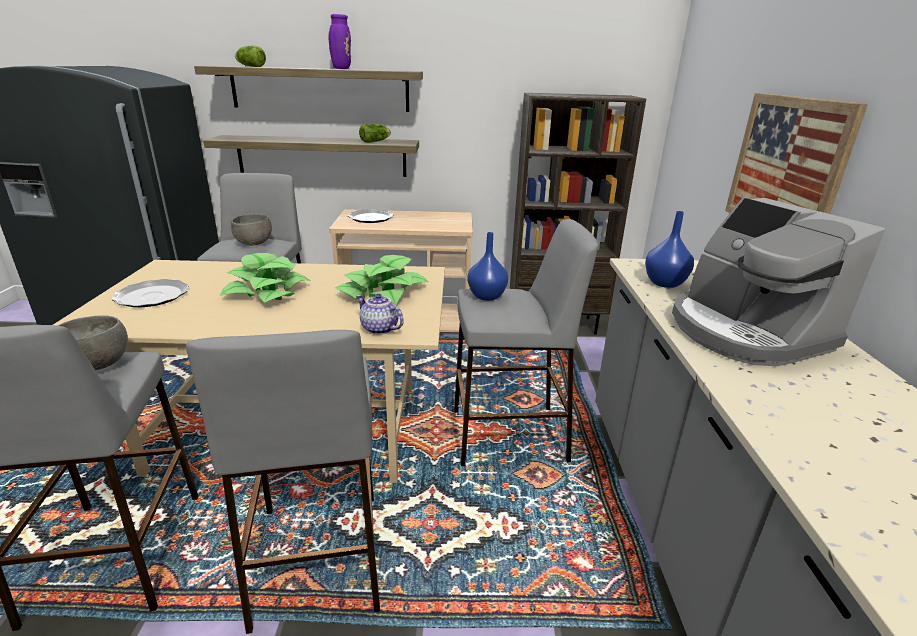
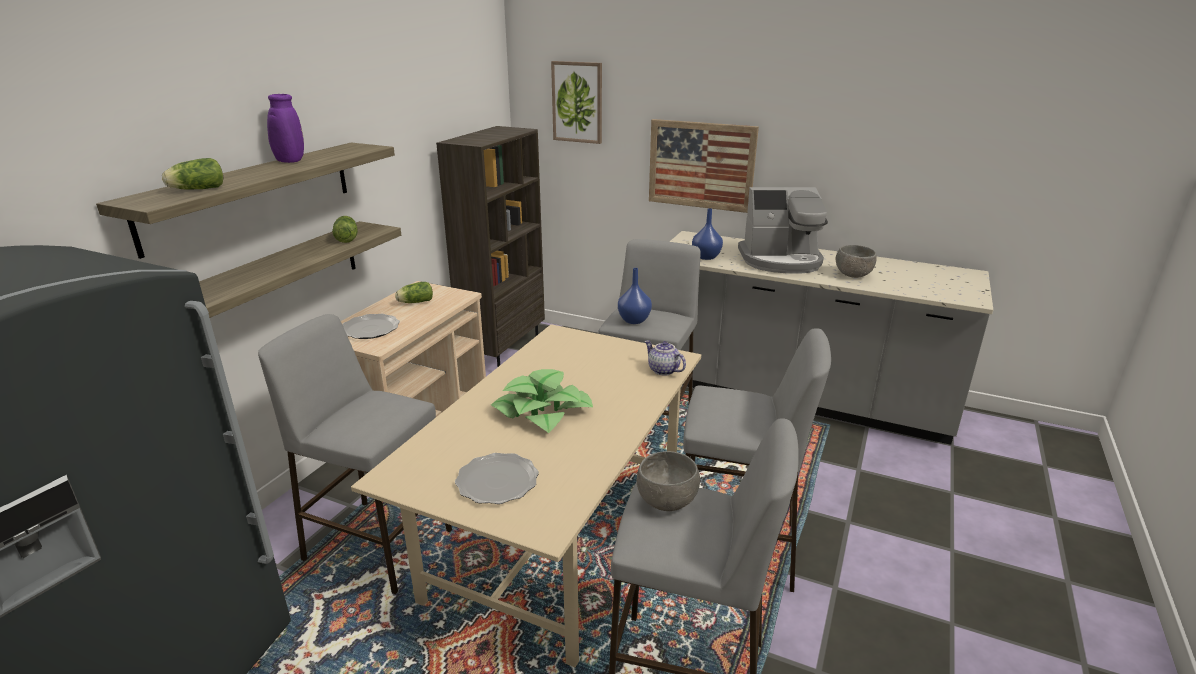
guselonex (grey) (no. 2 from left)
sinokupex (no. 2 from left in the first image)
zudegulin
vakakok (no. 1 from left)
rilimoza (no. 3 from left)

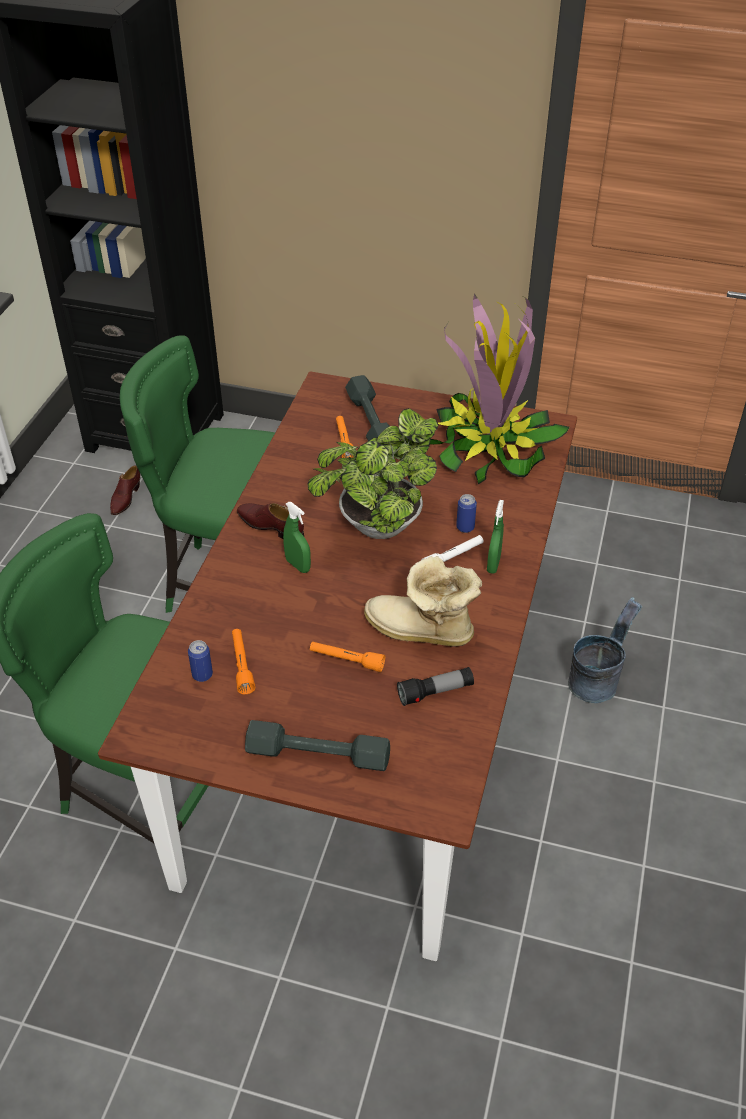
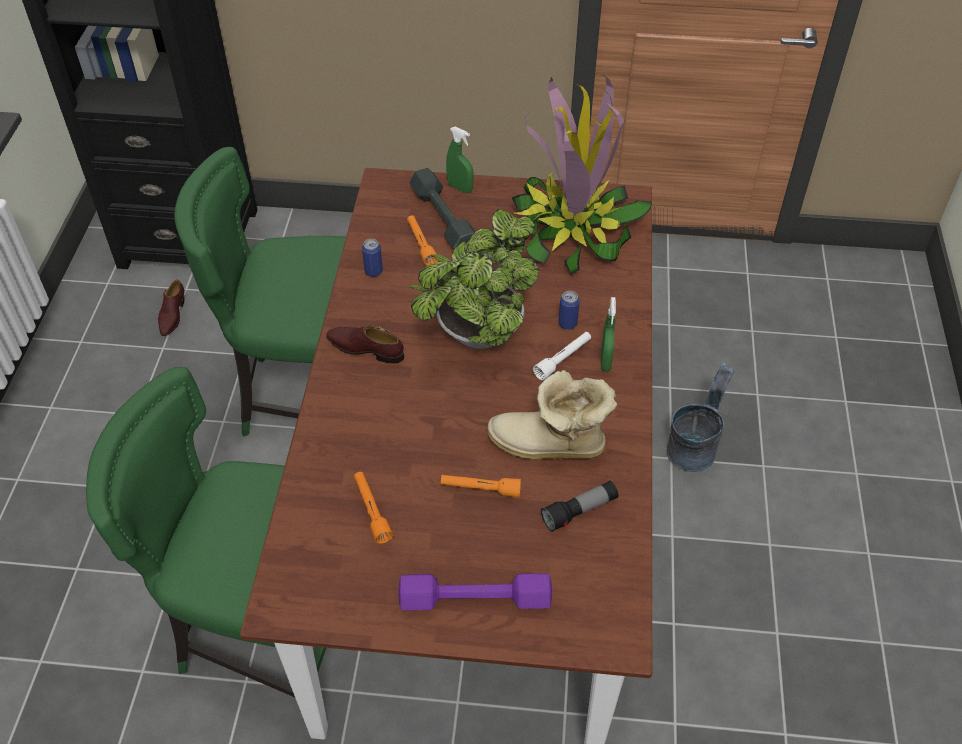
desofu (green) (no. 1 from left)
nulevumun (no. 1 from left)
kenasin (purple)

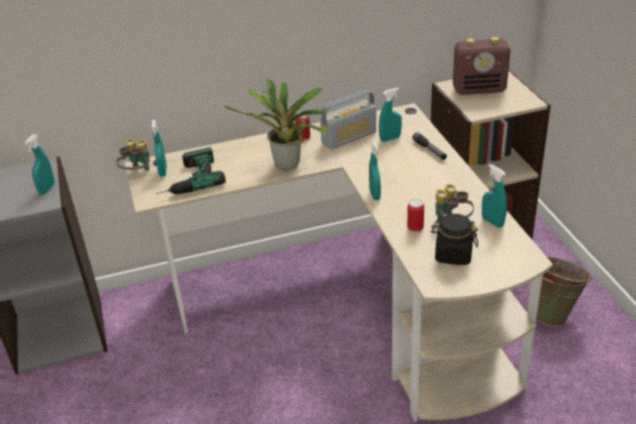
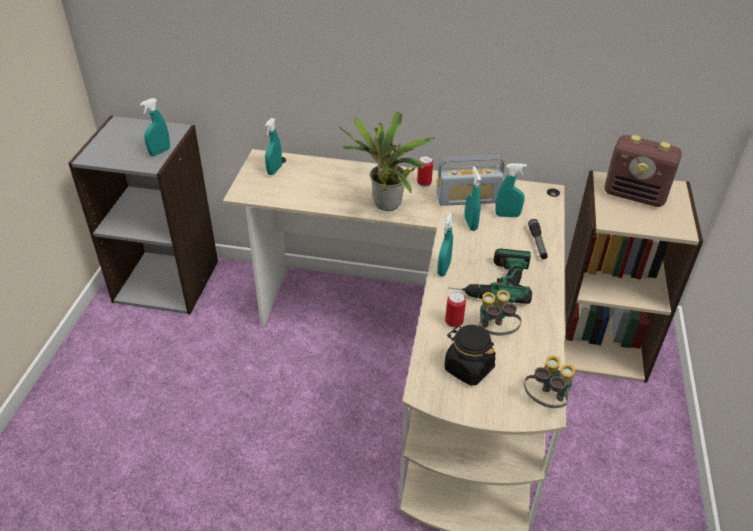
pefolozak (no. 2 from left)
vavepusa
desofu (turquoise) (no. 4 from left)
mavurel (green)

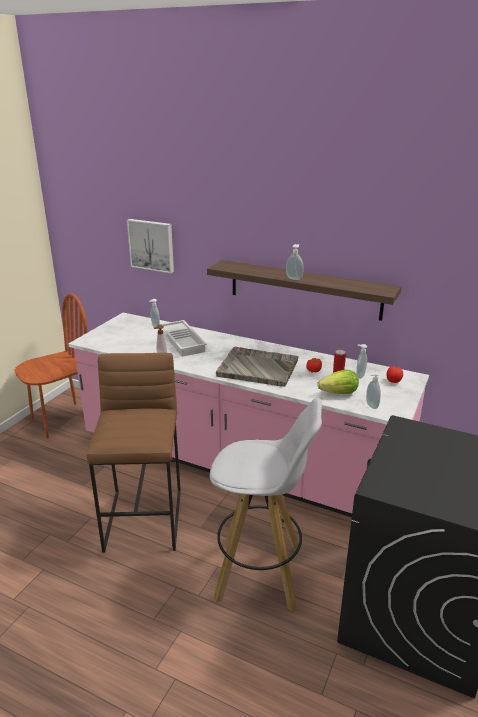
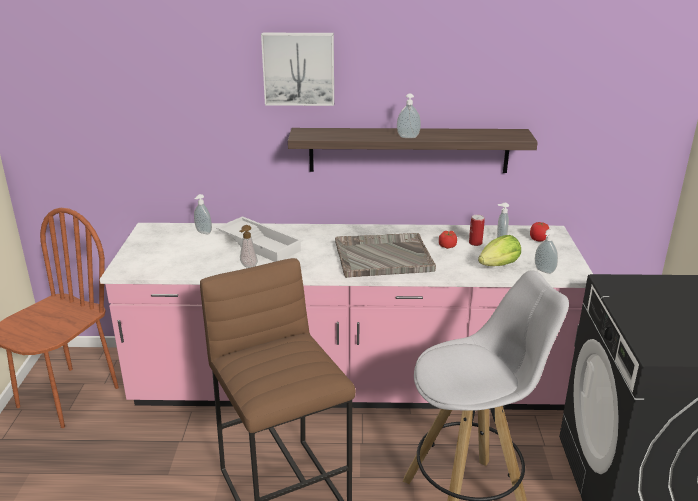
vakakok

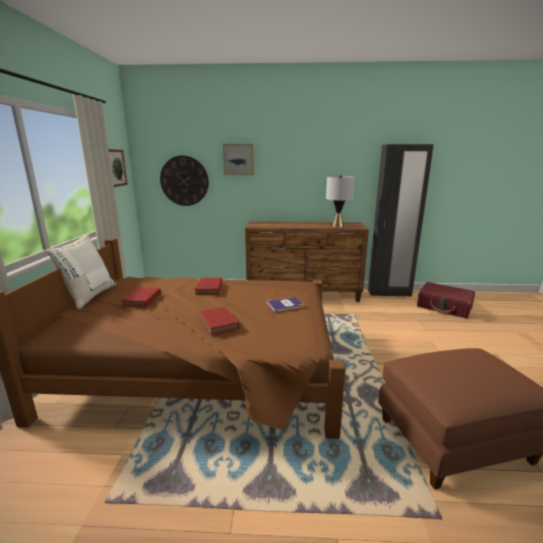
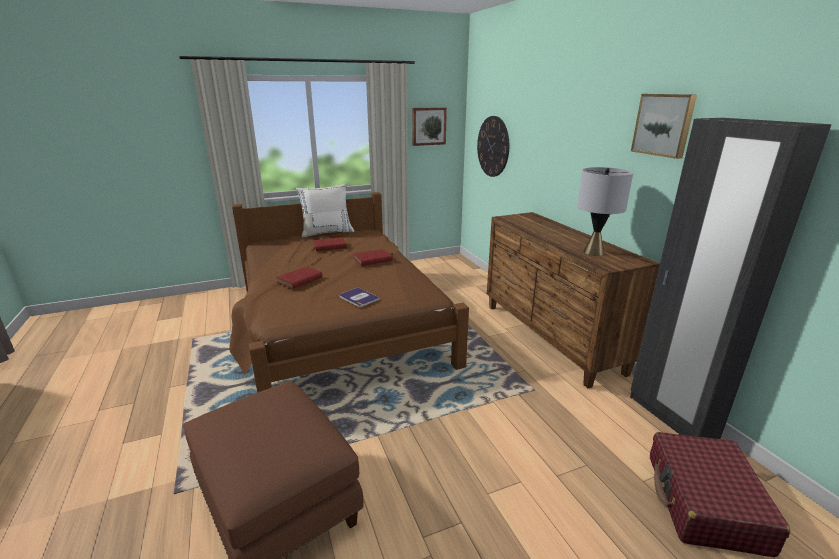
vakakok (no. 2 from left)

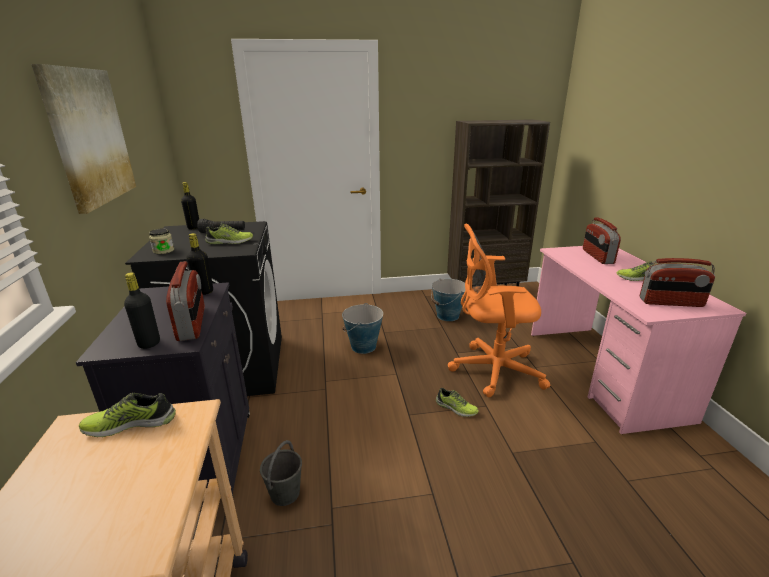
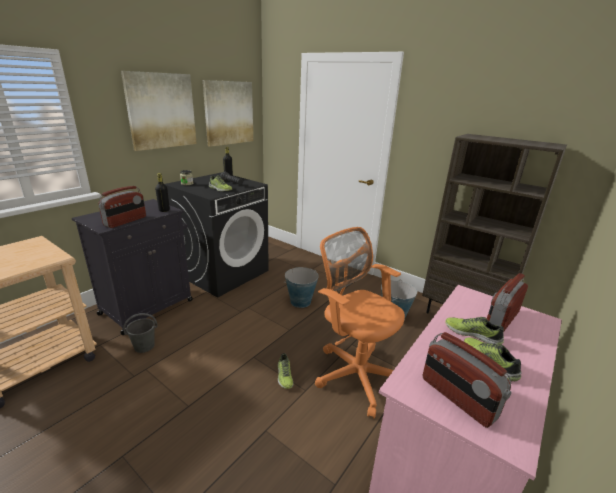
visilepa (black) (no. 1 from left in the first image)
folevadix (no. 3 from left)
vakakok (no. 2 from left)

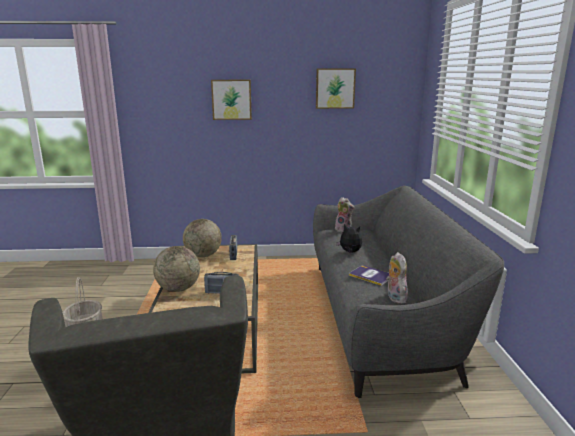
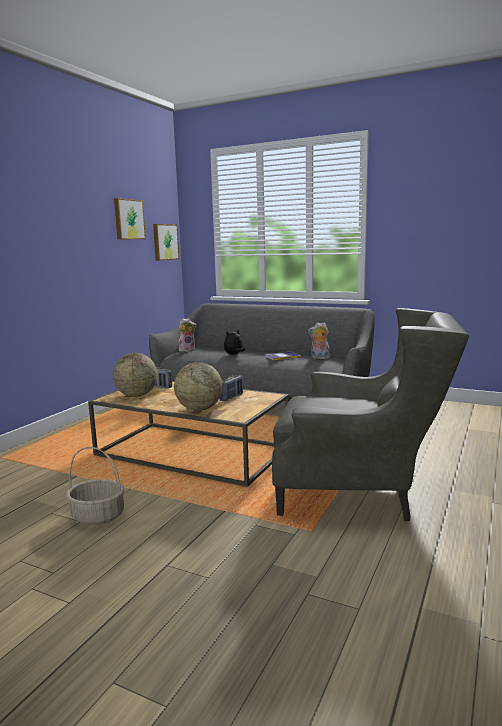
vakakok (no. 2 from left)

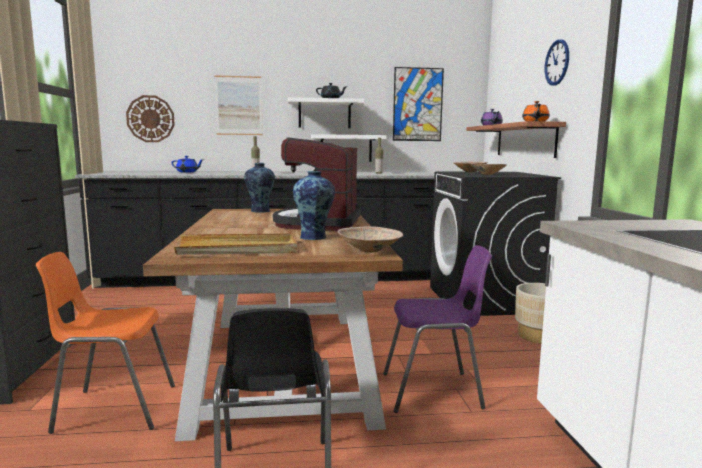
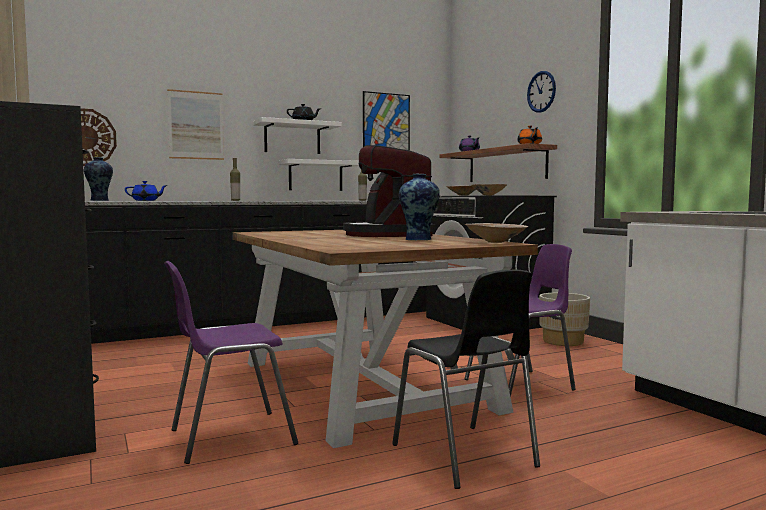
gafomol (no. 1 from left)
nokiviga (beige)
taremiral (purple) (no. 1 from left)

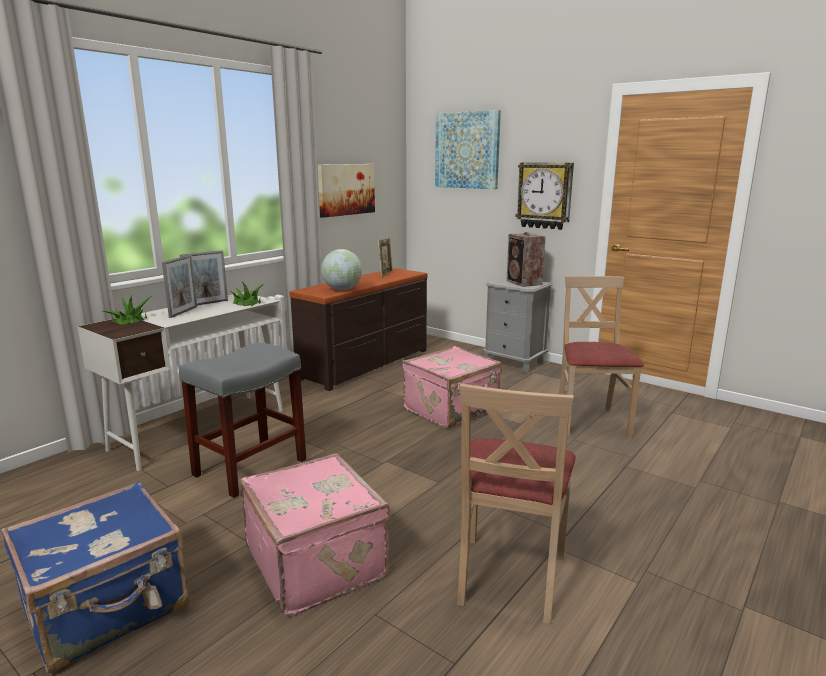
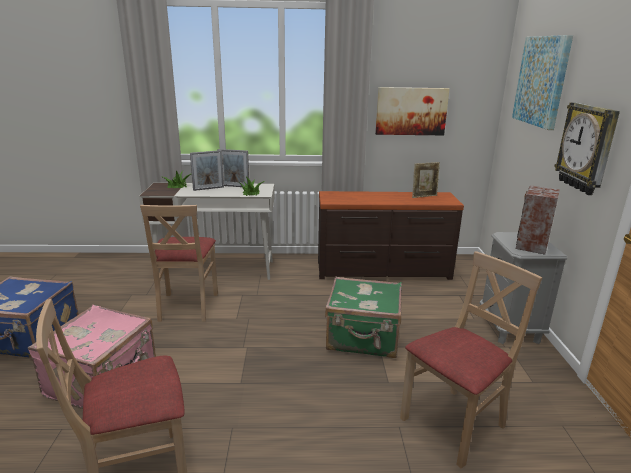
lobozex
taremiral (beige) (no. 2 from left)
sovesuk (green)

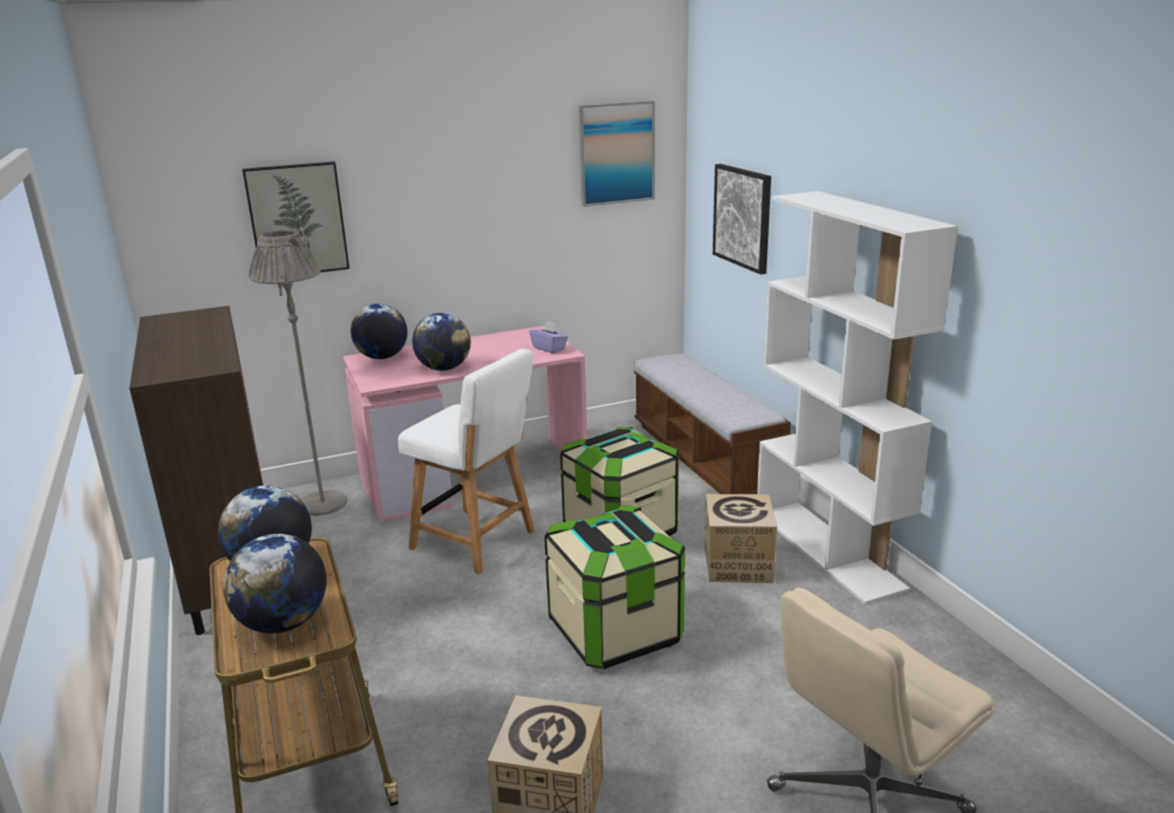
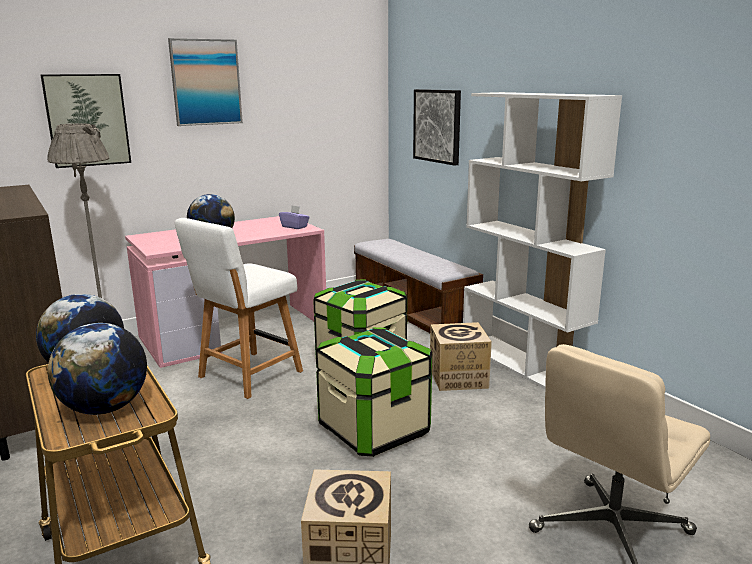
vakakok (no. 2 from left)
lobozex (no. 3 from left in the first image)
taremiral (white)

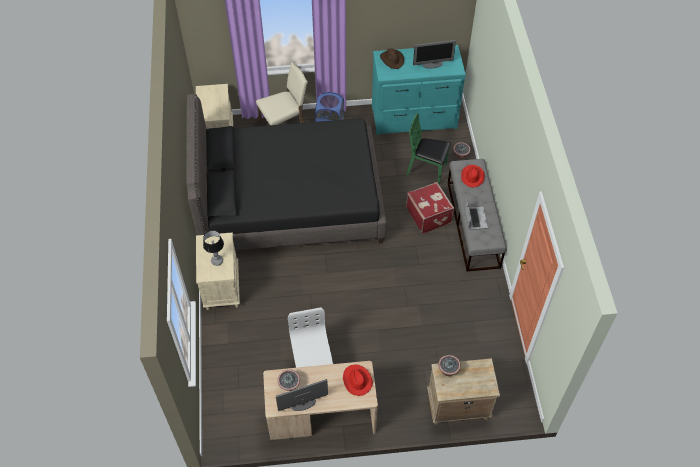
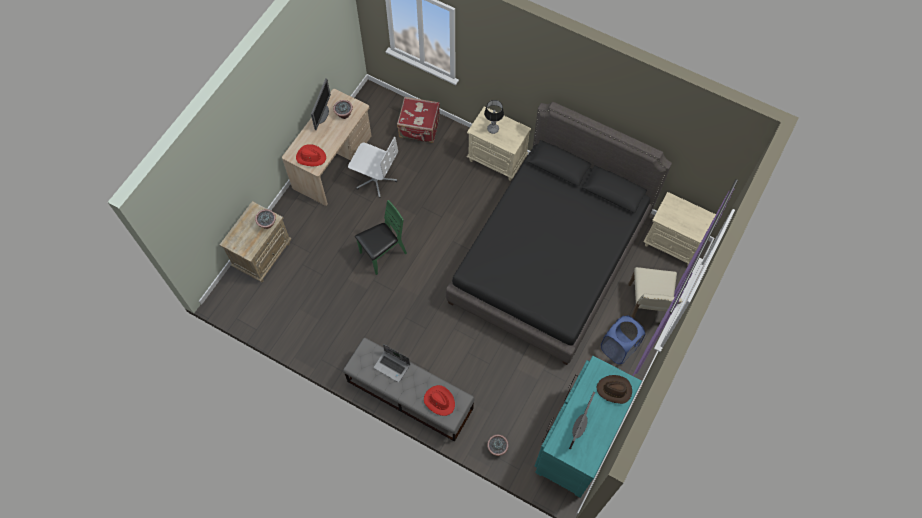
taremiral (green)
sovesuk (red)

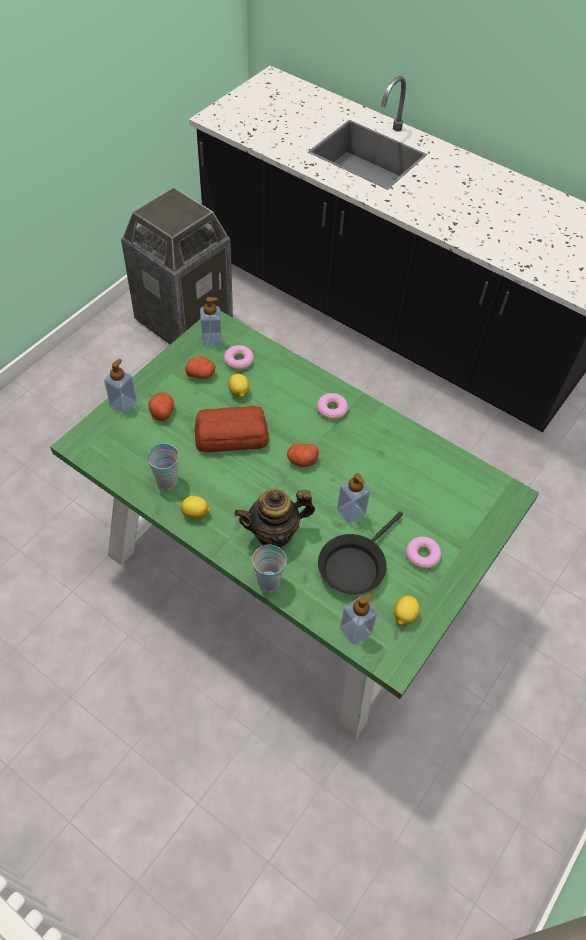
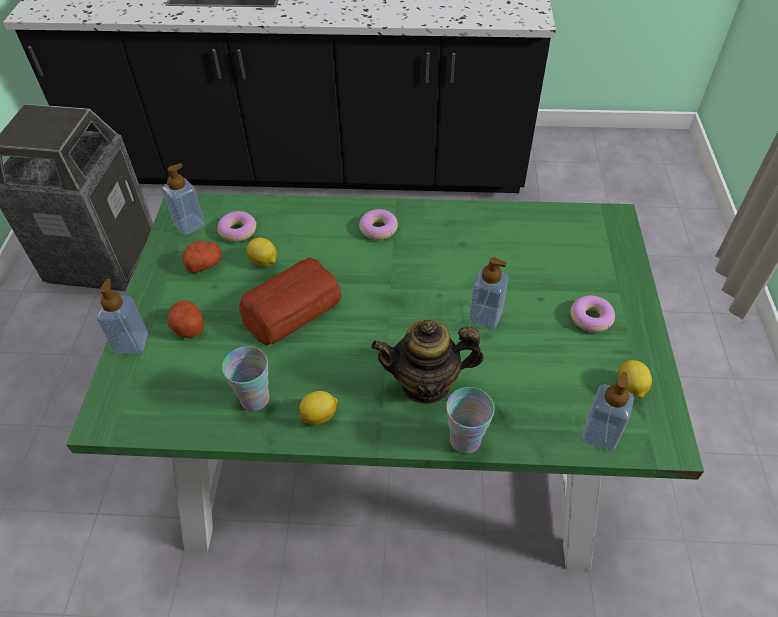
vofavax (no. 3 from left in the first image)
zudegulin
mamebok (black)

